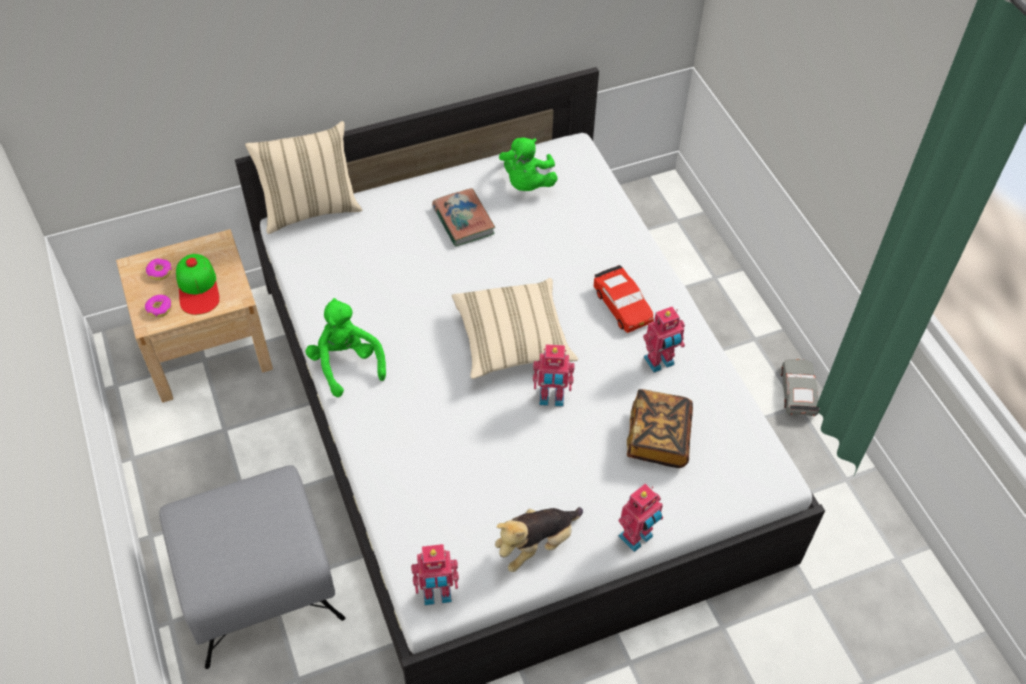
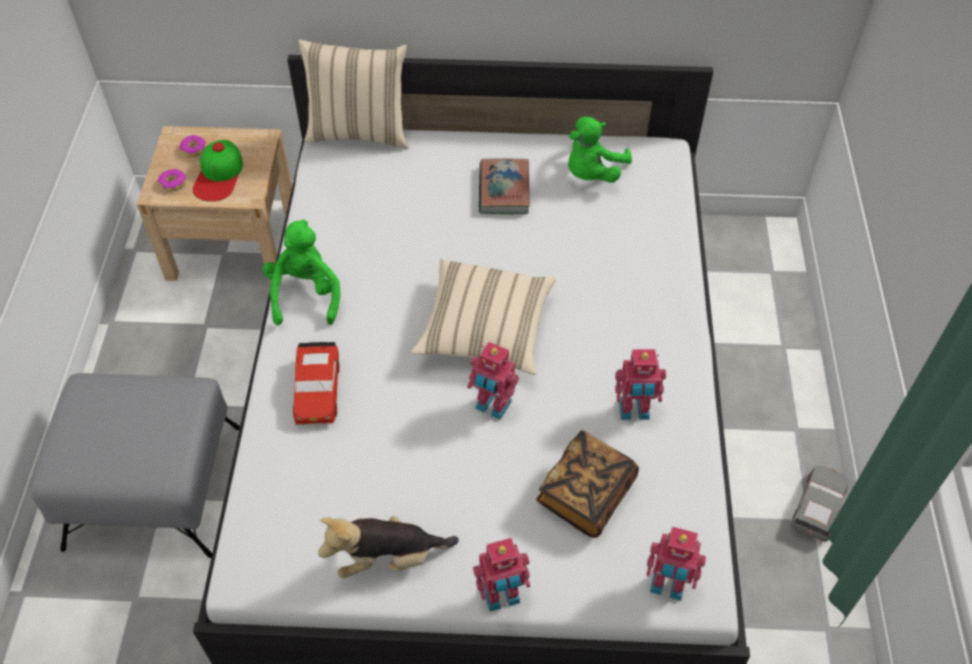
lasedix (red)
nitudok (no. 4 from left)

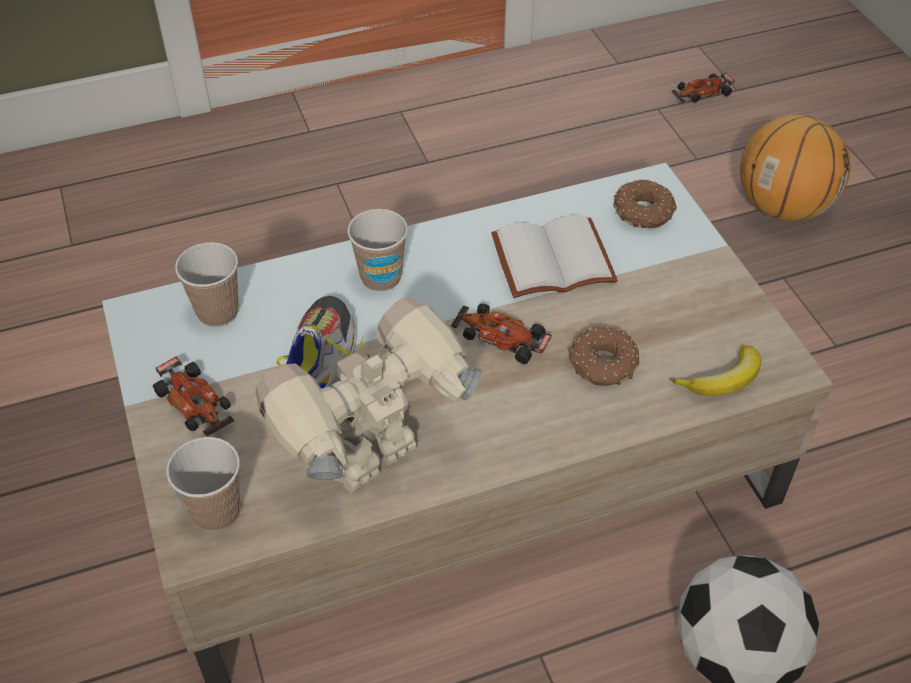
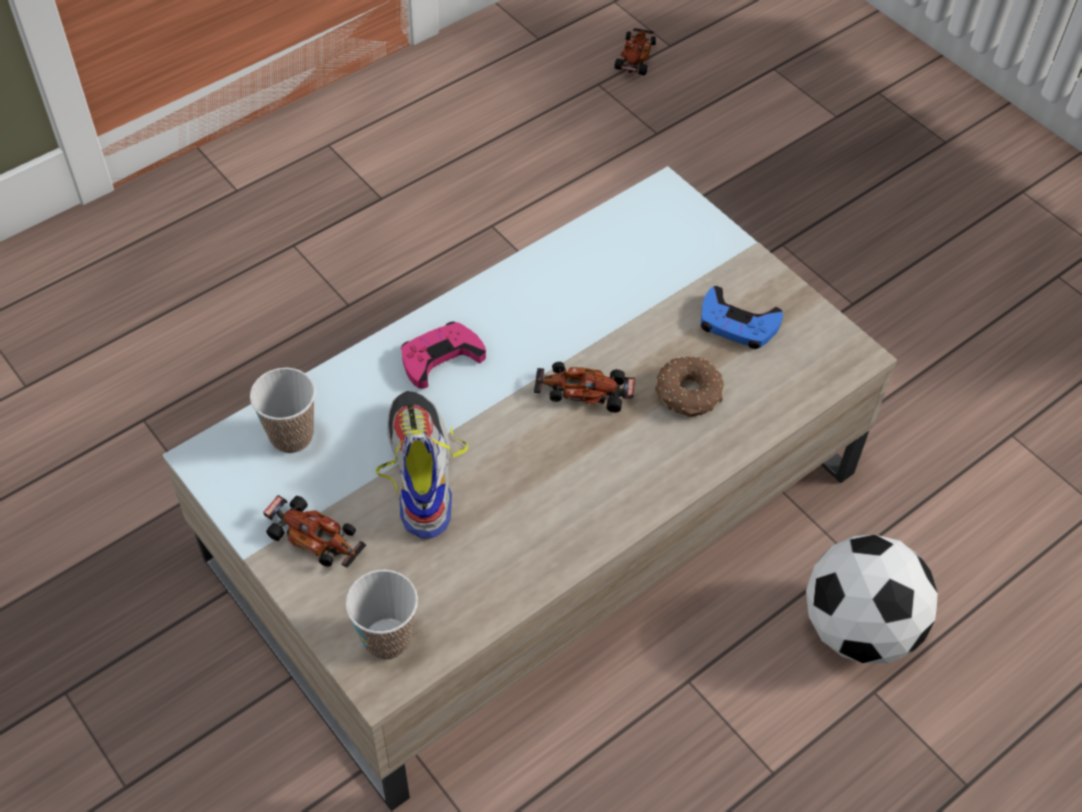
lasedix (no. 3 from left)
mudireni
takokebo (no. 2 from left in the first image)
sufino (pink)
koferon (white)
nitudok
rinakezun
sufino (blue)

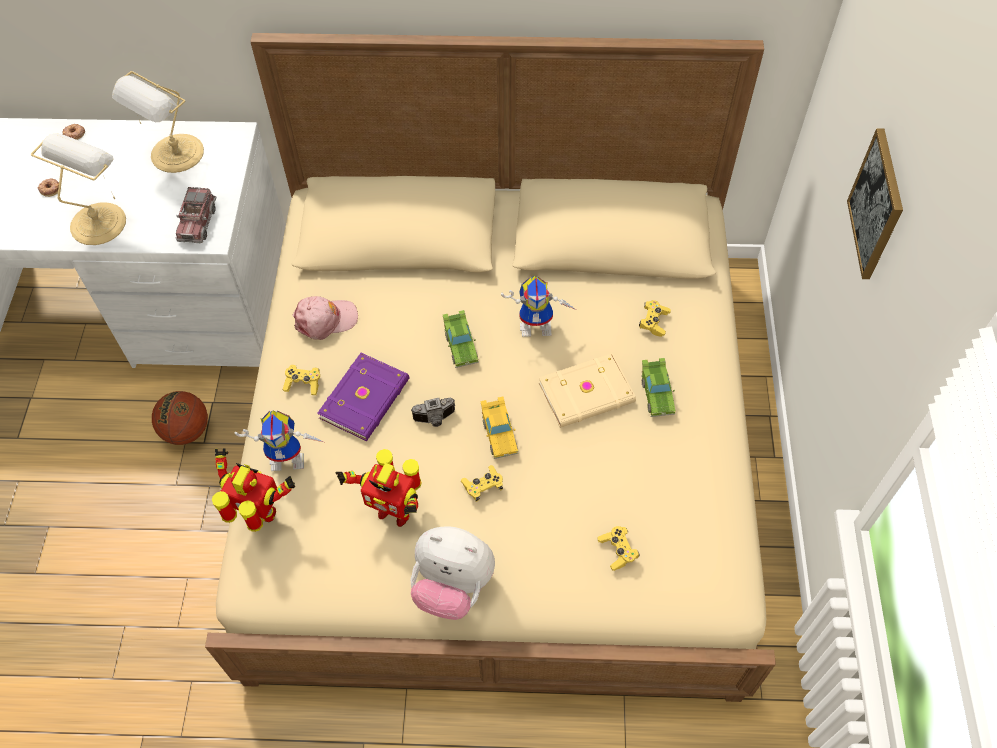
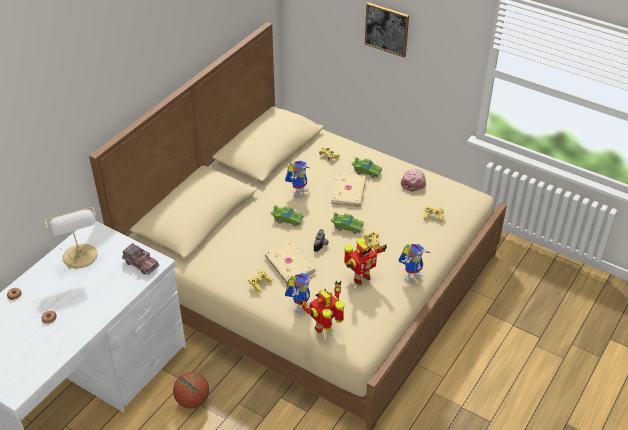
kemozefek (no. 1 from left in the first image)
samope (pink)
koferon (beige) (no. 1 from left)
lasedix (green) (no. 2 from left)
nitudok (no. 5 from left)

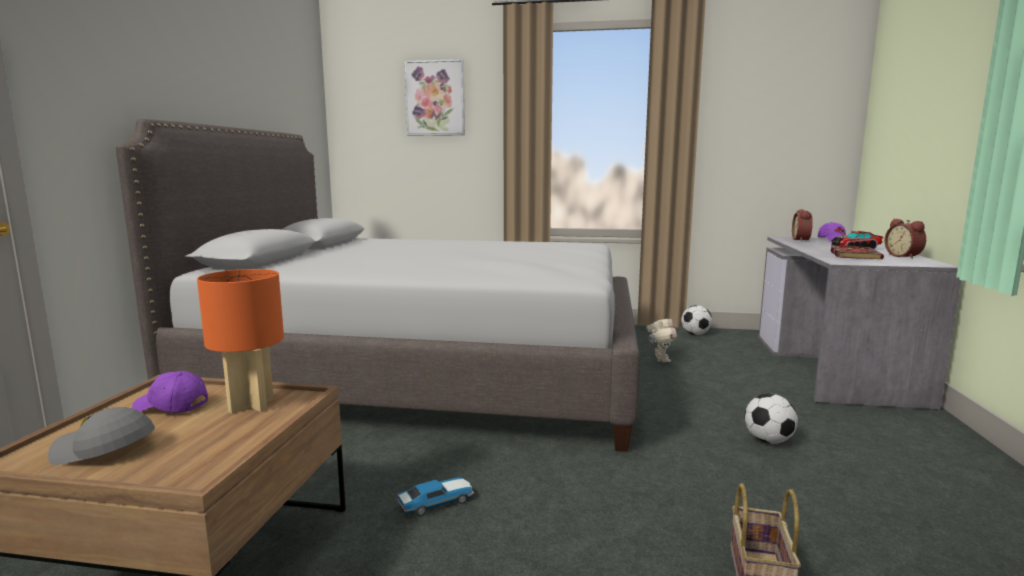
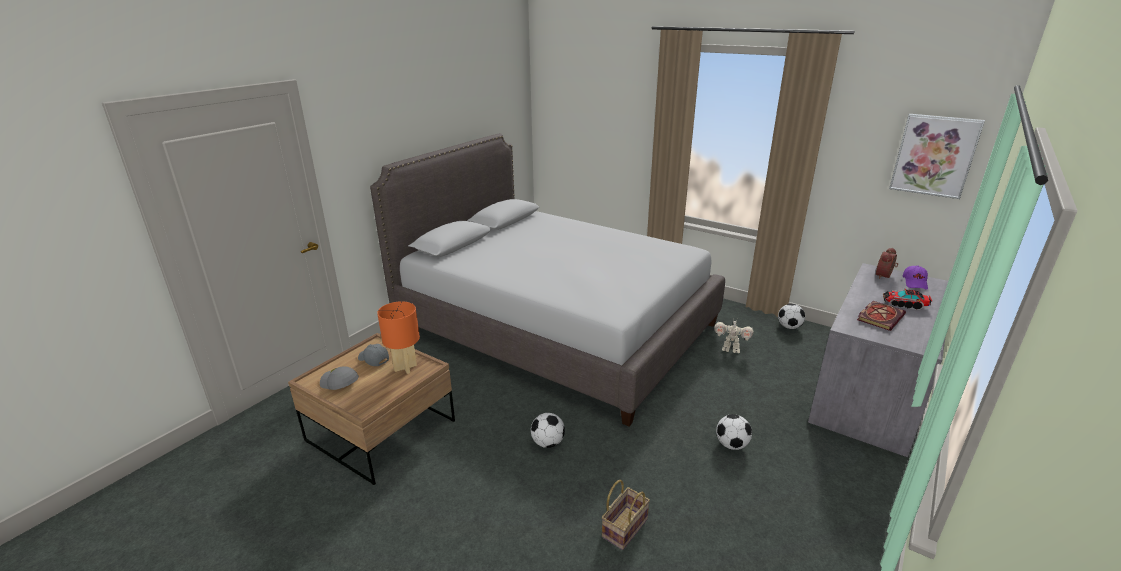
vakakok
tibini (no. 2 from left in the first image)
nitudok
samope (grey) (no. 2 from left)
lasedix
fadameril (no. 1 from left)

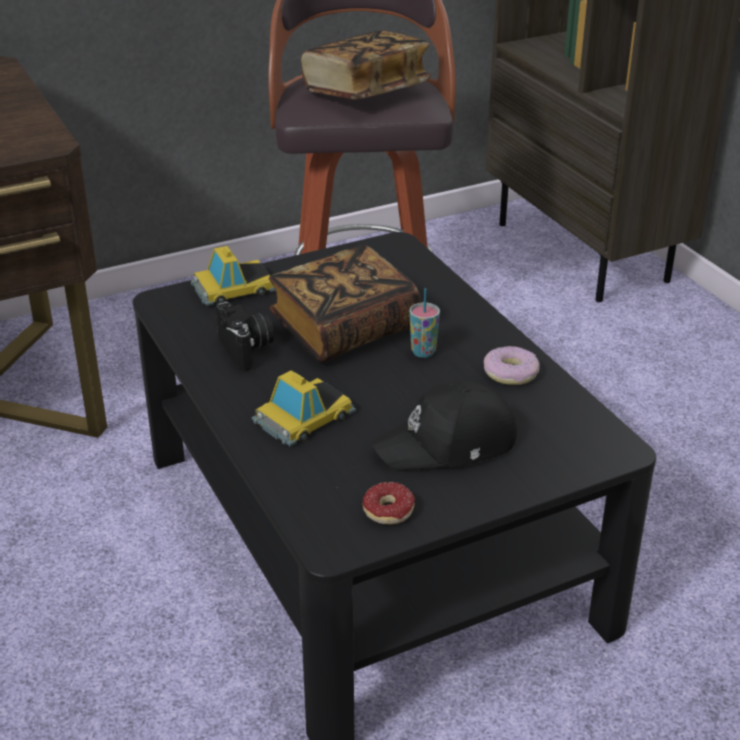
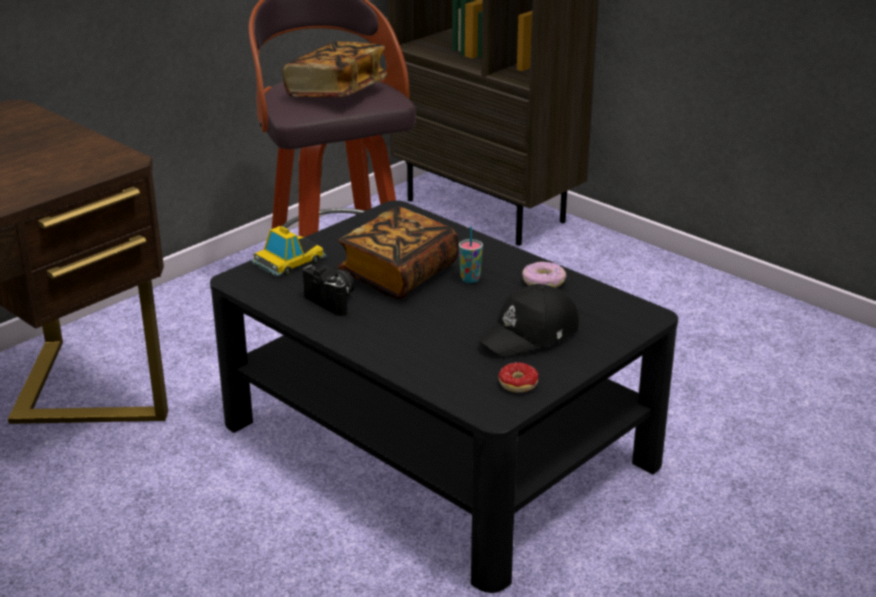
lasedix (no. 2 from left in the first image)

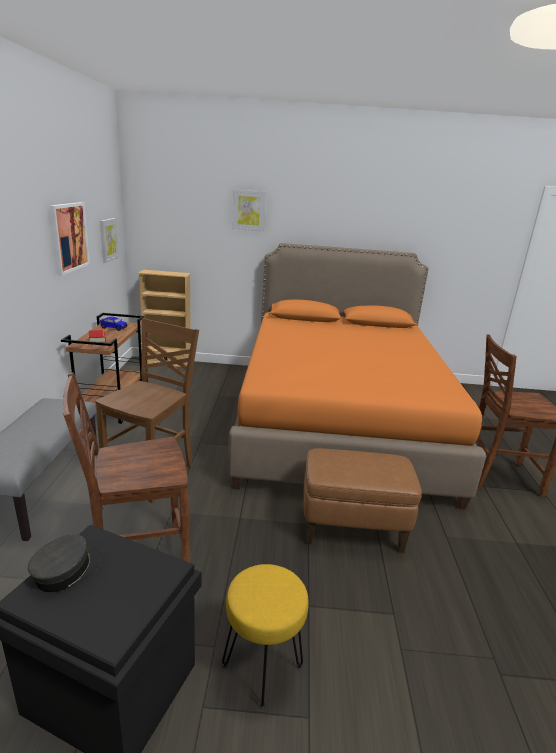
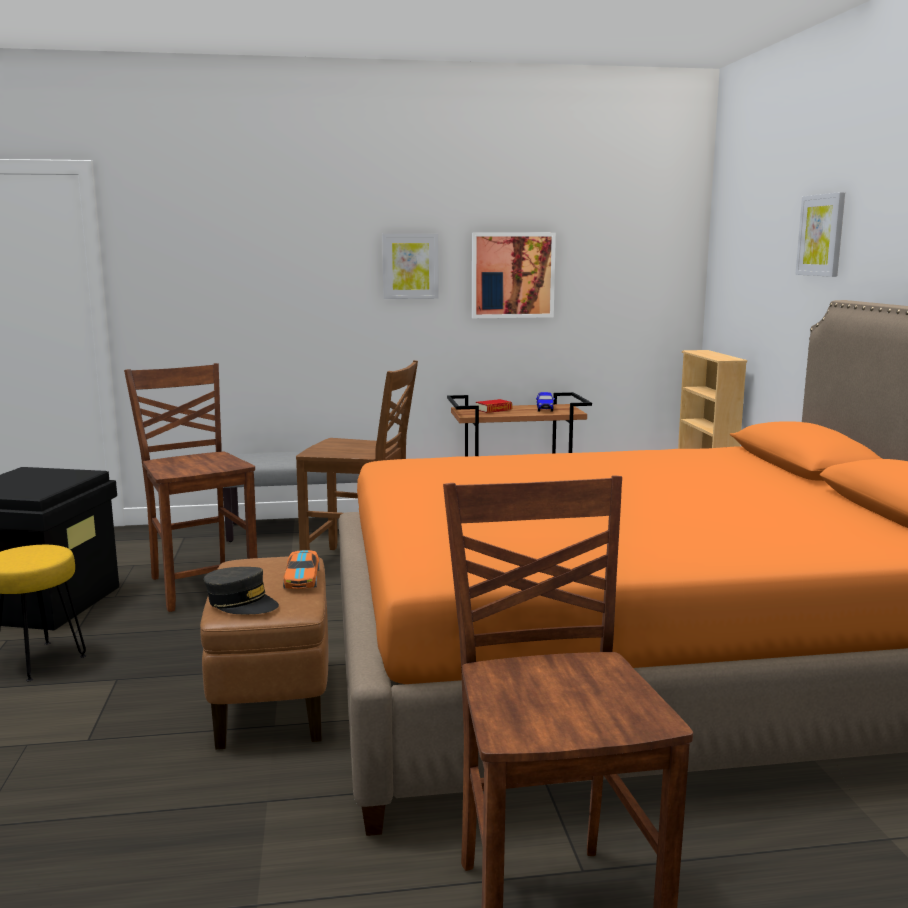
vakakok (no. 1 from left)
samope (grey)
lasedix (no. 1 from left)

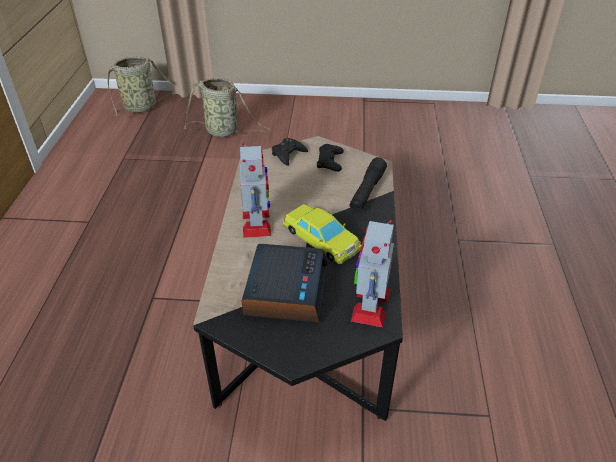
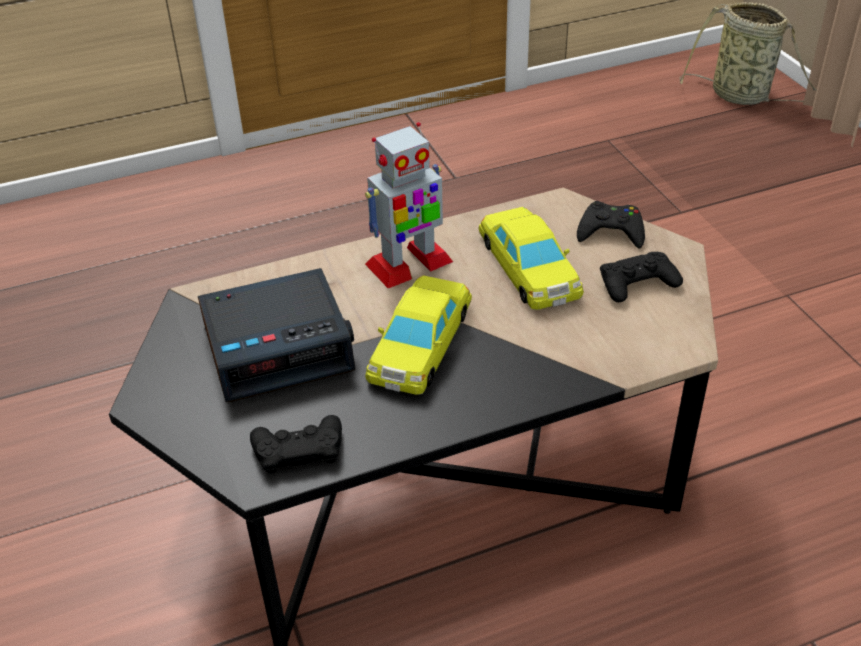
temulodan (no. 2 from left in the first image)
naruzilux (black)
sufino (black) (no. 1 from left)
lasedix (yellow) (no. 2 from left)

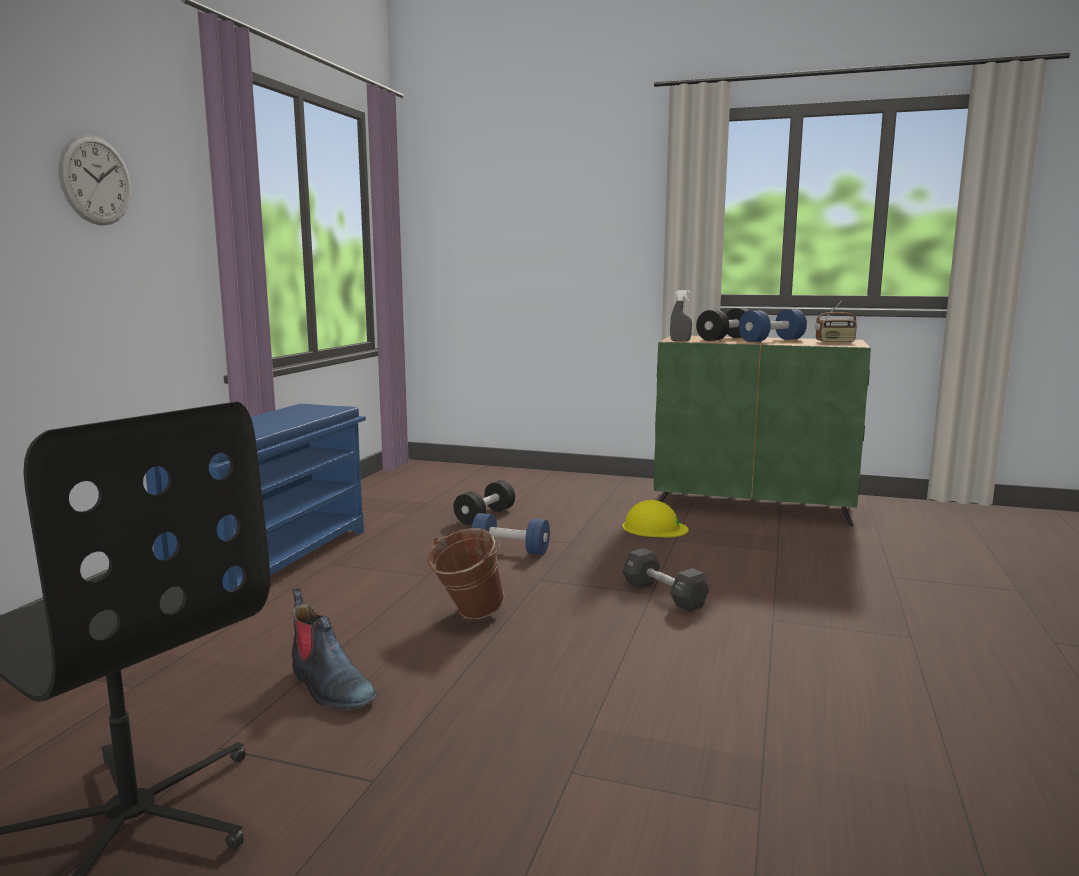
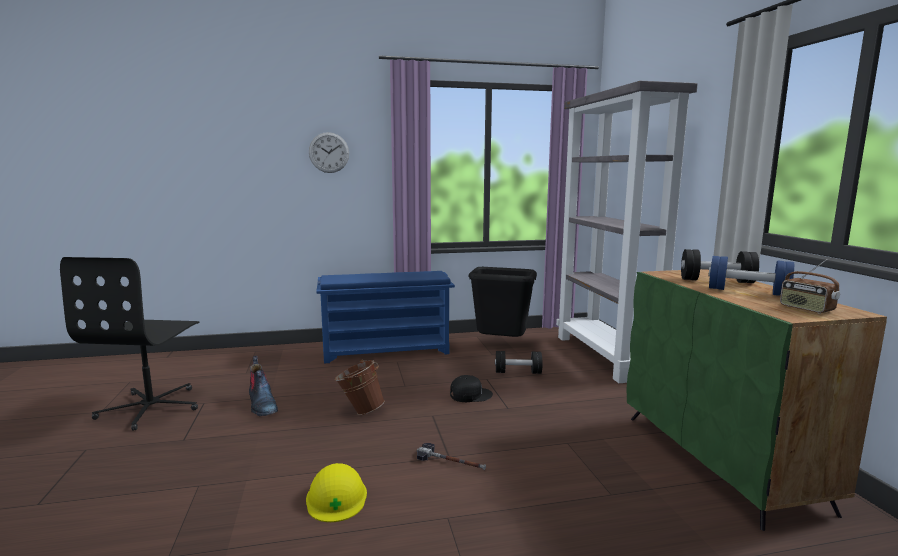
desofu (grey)
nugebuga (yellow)
samope (black)
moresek
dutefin
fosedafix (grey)
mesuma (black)

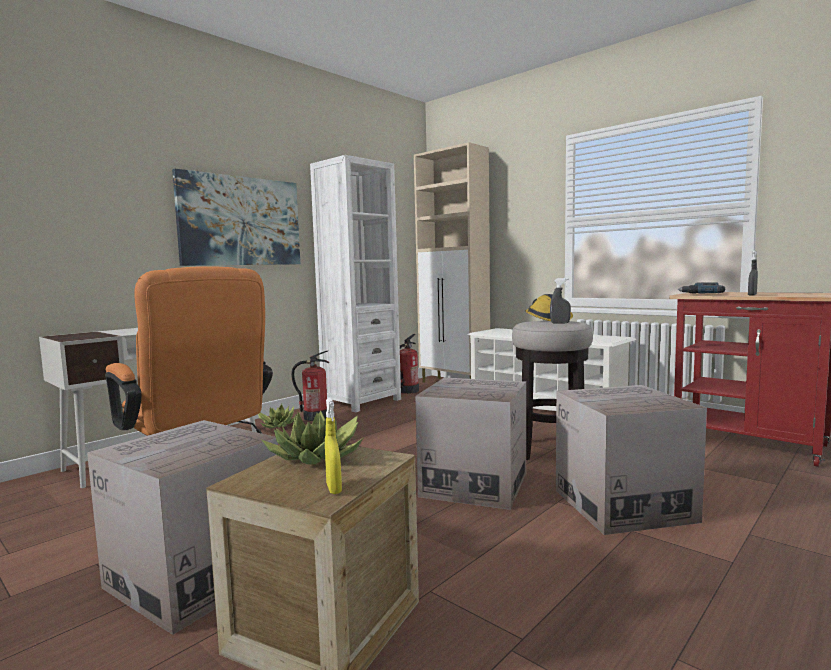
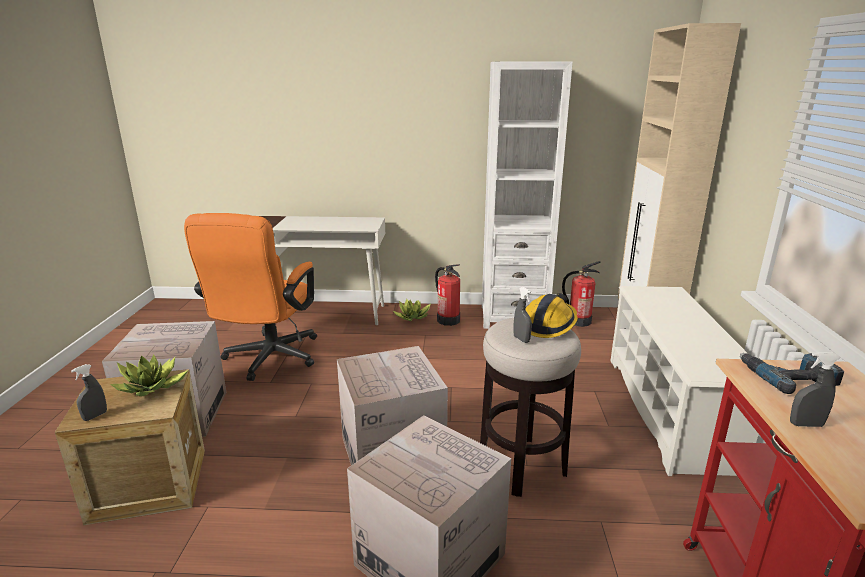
vakakok
desofu (grey) (no. 1 from left)

